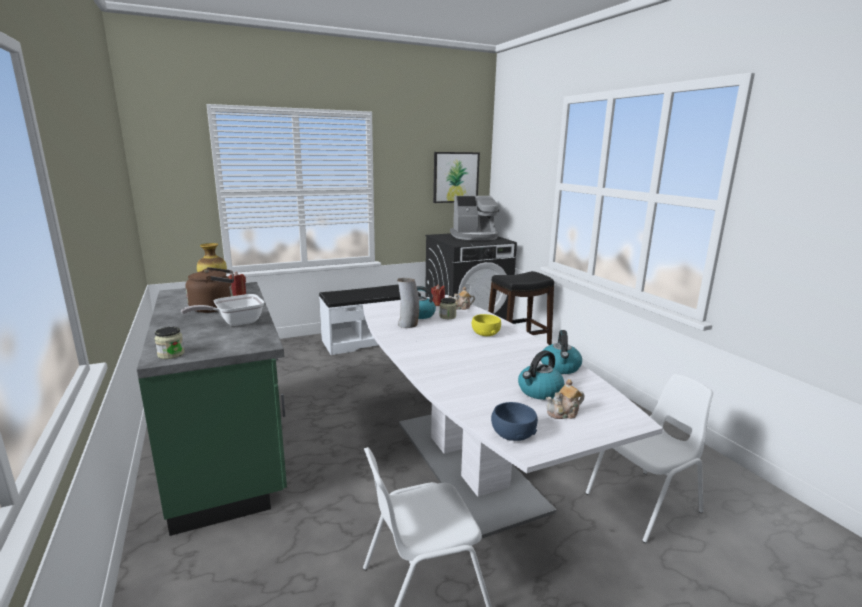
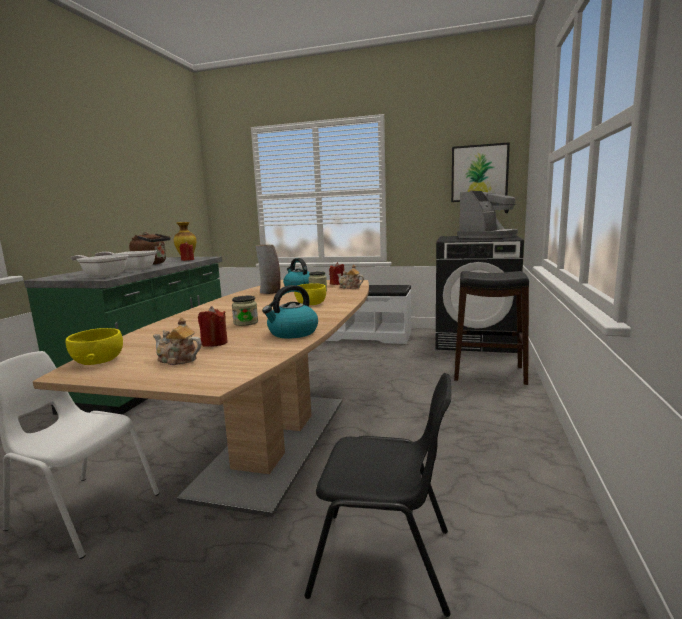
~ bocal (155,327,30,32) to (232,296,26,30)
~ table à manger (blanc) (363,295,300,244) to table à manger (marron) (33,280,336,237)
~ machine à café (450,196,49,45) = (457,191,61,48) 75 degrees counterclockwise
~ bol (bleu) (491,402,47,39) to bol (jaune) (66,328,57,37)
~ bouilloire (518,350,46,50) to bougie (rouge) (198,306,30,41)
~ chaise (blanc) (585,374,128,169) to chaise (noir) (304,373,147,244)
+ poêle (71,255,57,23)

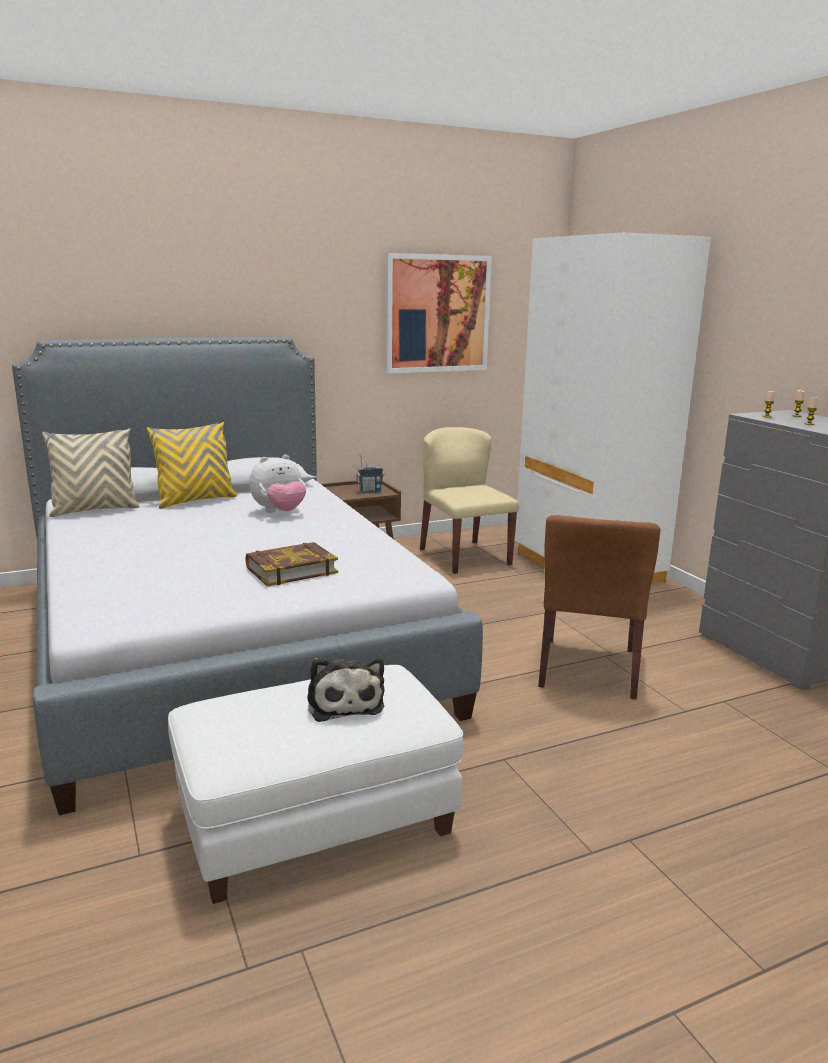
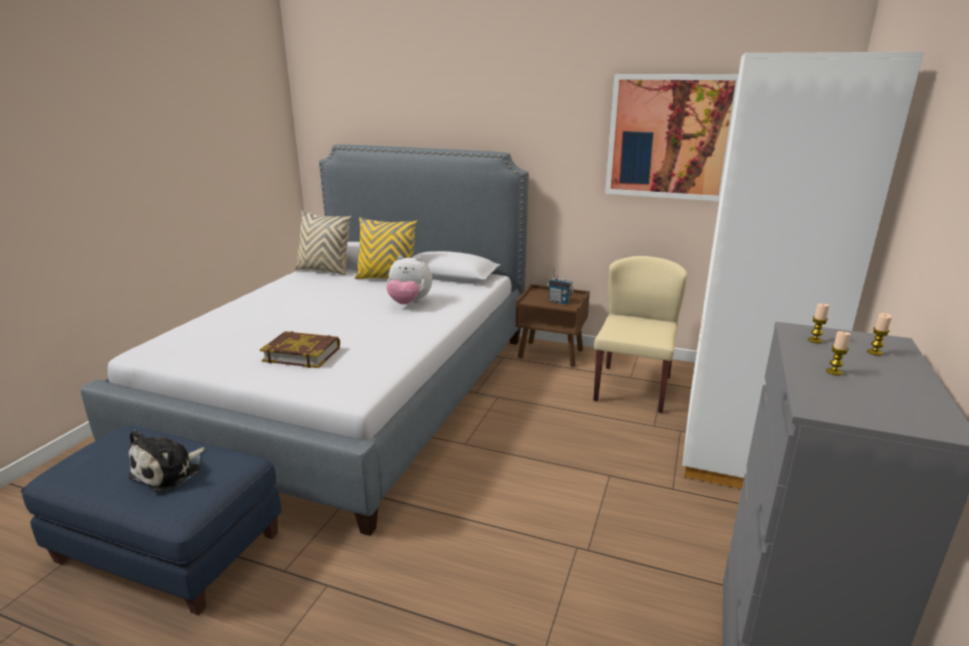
~ pouf (blanc) (168,665,295,239) to pouf (bleu) (21,426,261,189)
- chaise (marron) (538,515,122,185)

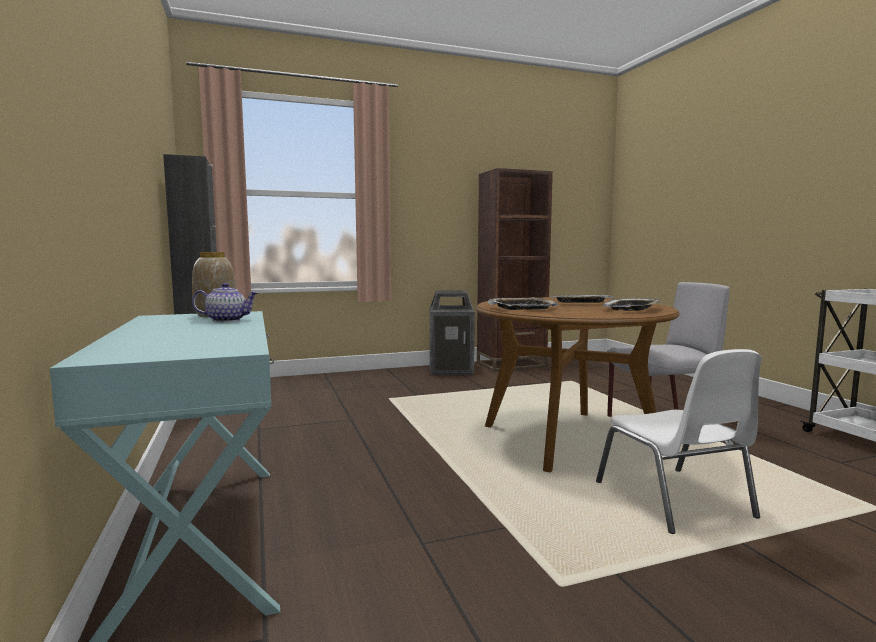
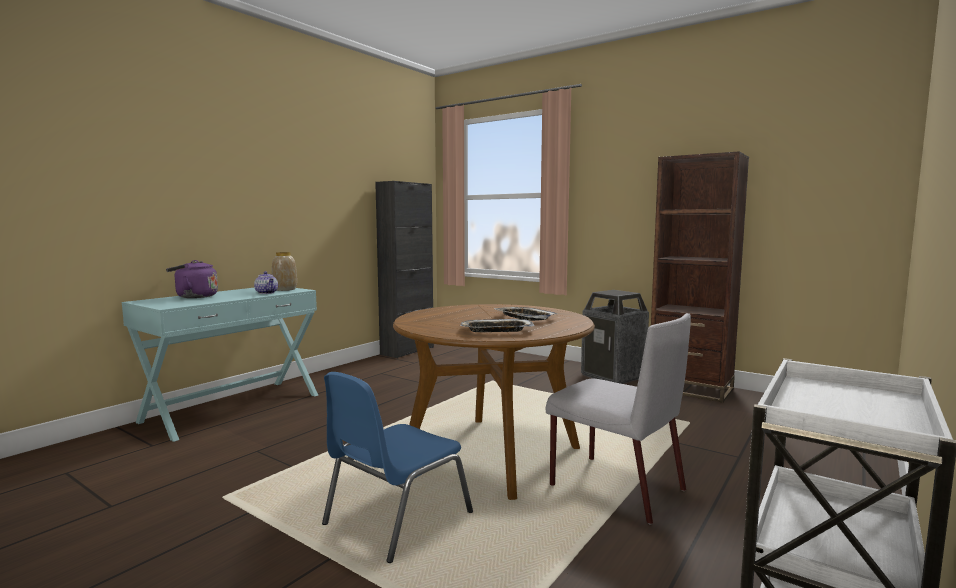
- plateau (488,298,70,12)
~ chaise (blanc) (596,349,166,185) to chaise (bleu) (322,372,151,191)
+ bouilloire (violet) (166,260,52,38)

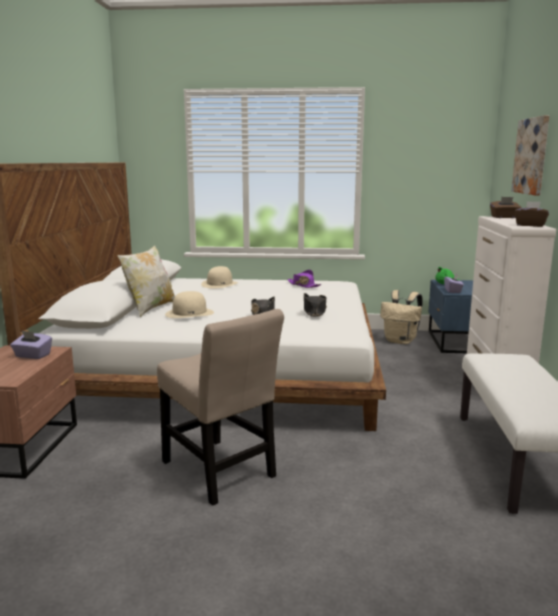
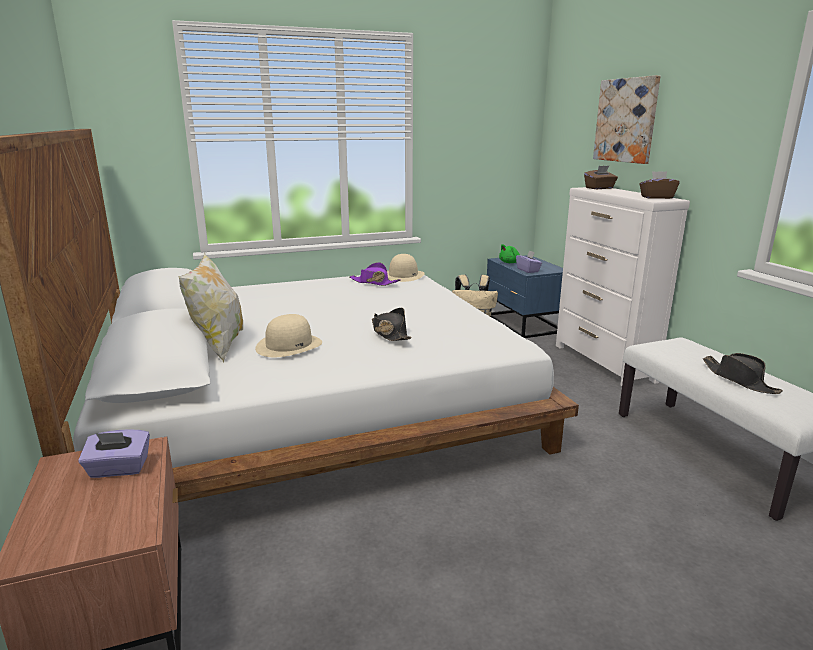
- chaise (beige) (157,309,127,197)
~ chapeau (beige) (201,266,37,23) to (387,254,38,28)
~ chapeau (noir) (304,293,23,24) to (703,353,80,41)

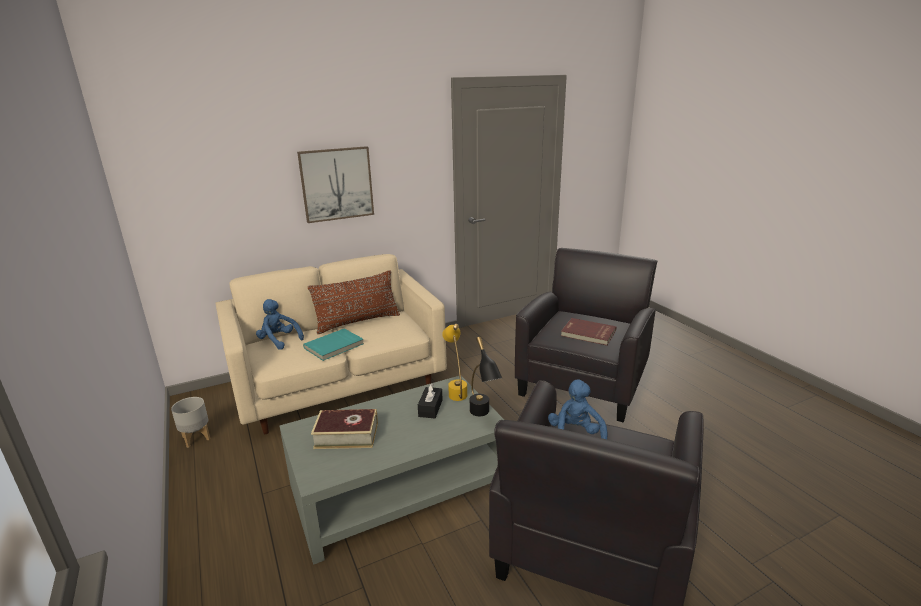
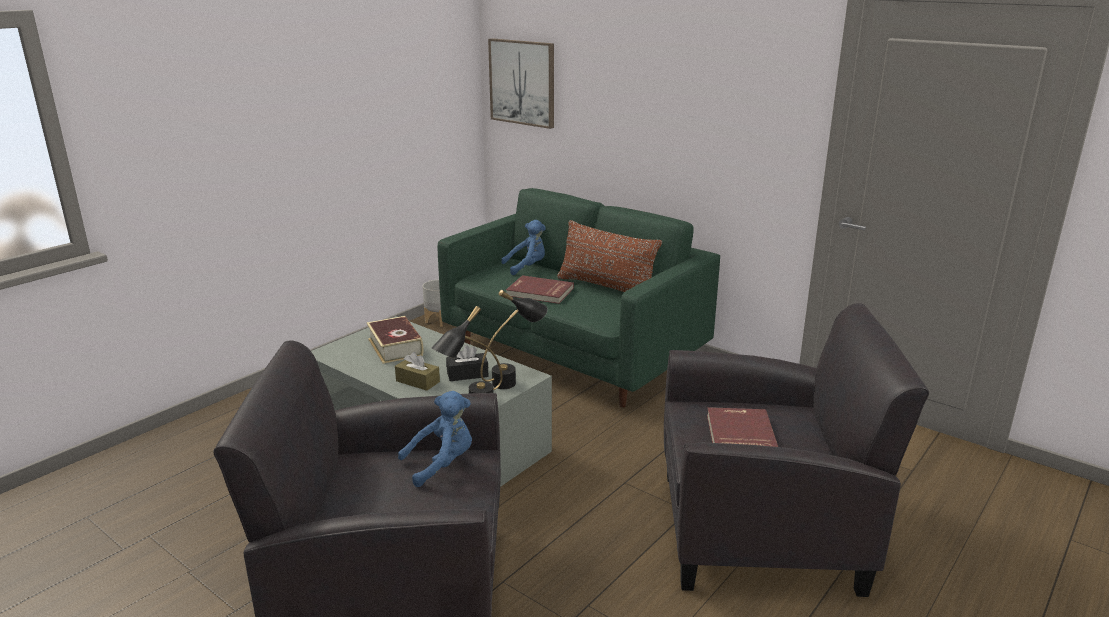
~ canapé (beige) (216,254,231,180) to canapé (vert) (438,188,282,219)
~ peluche (bleu) (256,299,48,51) = (501,220,45,55) 60 degrees clockwise
~ tableau (297,146,77,77) to (488,38,66,91)
~ livre (turquoise) (303,329,61,32) to livre (rouge) (506,275,68,29)
~ lampe de table (jaune) (442,324,25,77) to lampe de table (noir) (480,290,68,99)
+ boîte à mouchoirs (marron) (395,352,45,39)

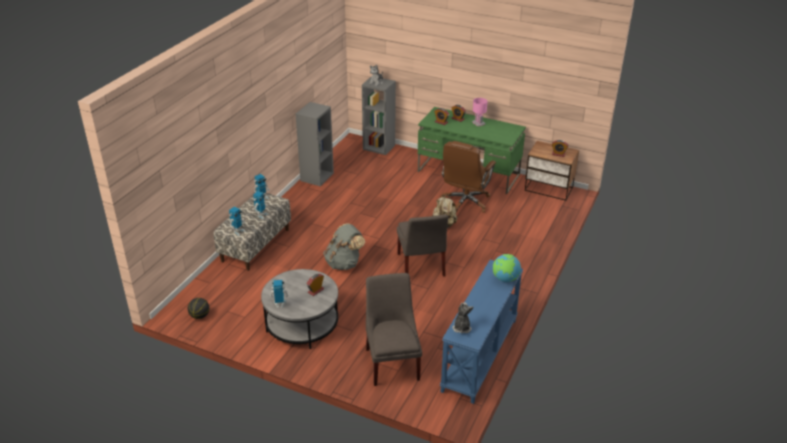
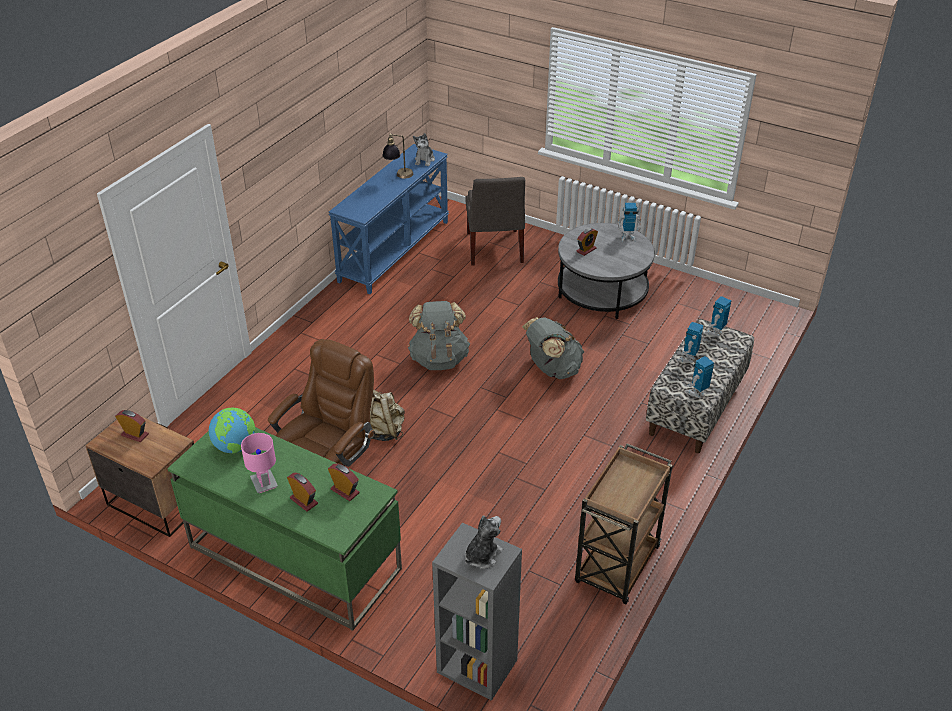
- ballon de basket (188,298,21,21)
~ bibliothèque (gris) (296,102,38,84) to chariot (marron) (575,443,98,161)
~ chaise (gris) (397,214,51,63) to sac à dos (gris) (408,301,62,69)
~ globe (493,254,28,28) to (209,407,46,47)
+ lampe de table (382,133,31,45)

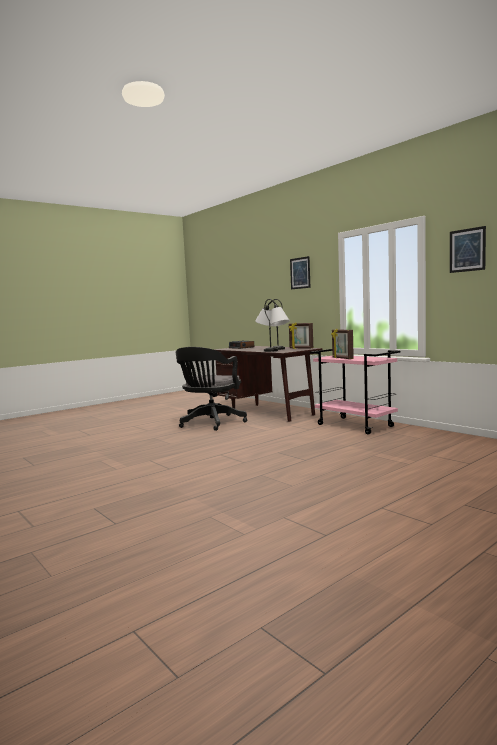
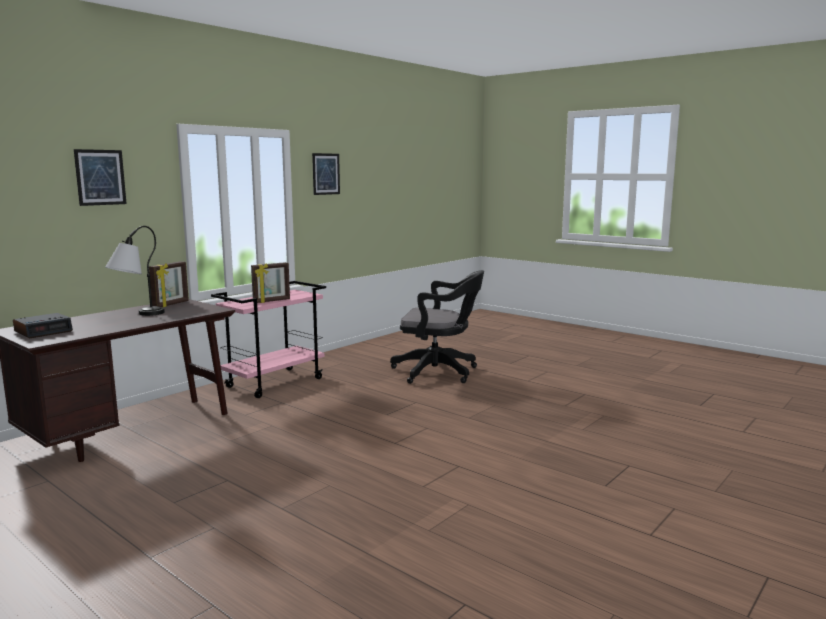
~ chaise de bureau (noir) (176,347,71,84) to (390,270,94,114)
- lampe de table (264,299,26,53)

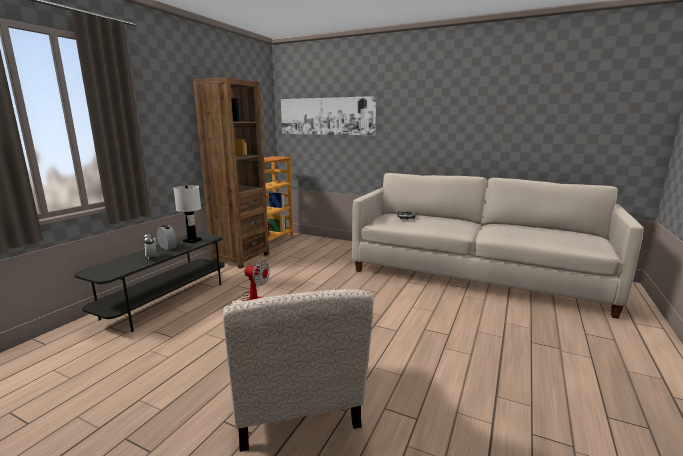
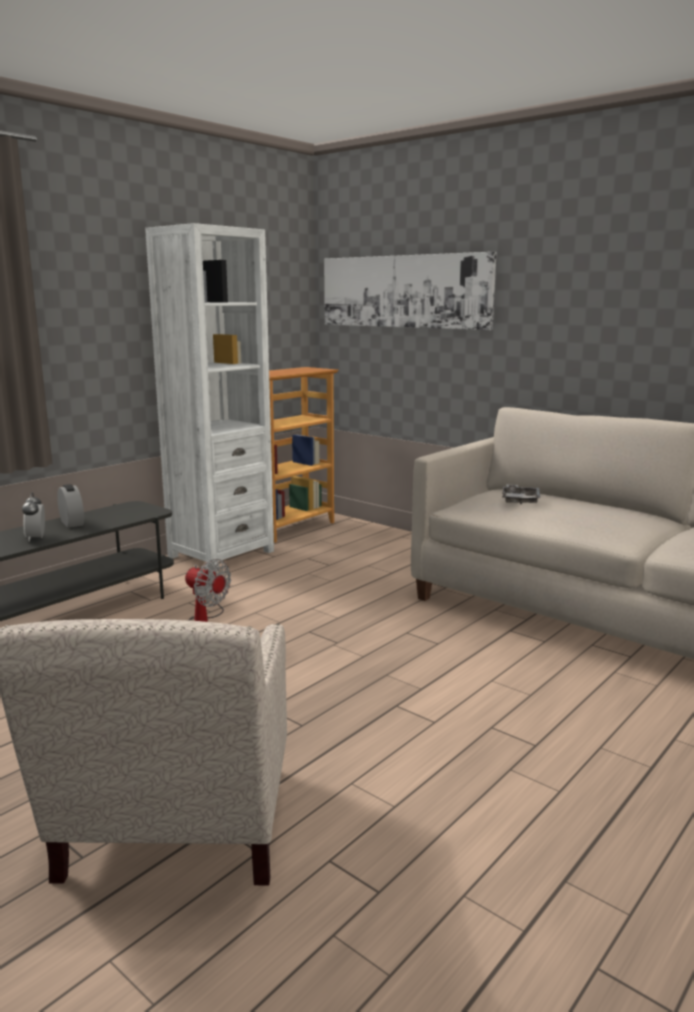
- lampe de table (blanc) (174,185,27,58)
~ bibliothèque (marron) (193,77,76,192) to bibliothèque (blanc) (145,223,129,349)

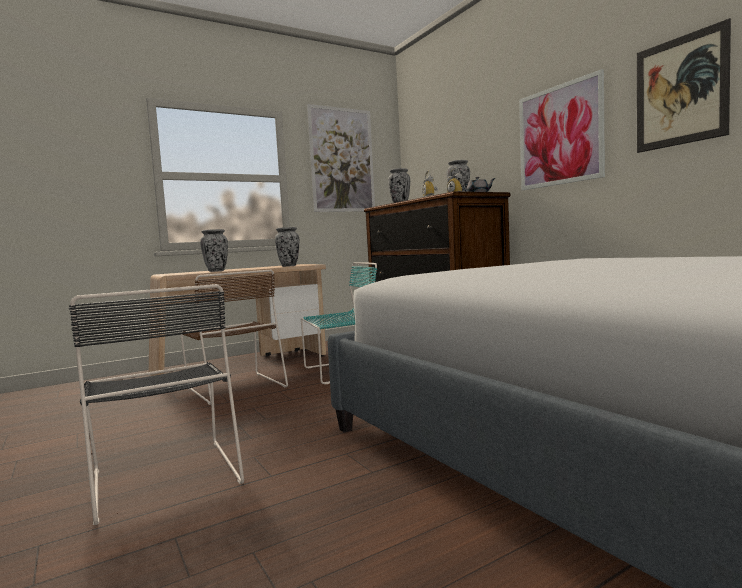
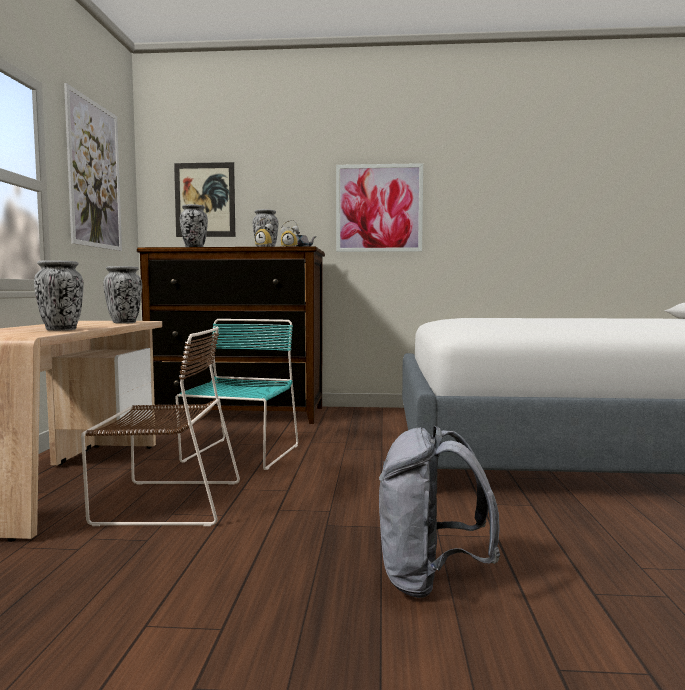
~ chaise (noir) (69,284,175,241) to sac à dos (gris) (379,426,121,172)
~ tableau (637,18,94,135) to (174,162,61,75)

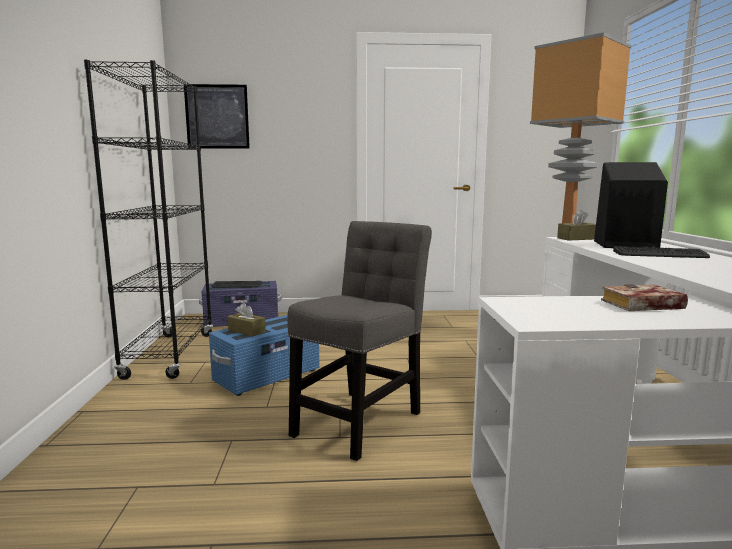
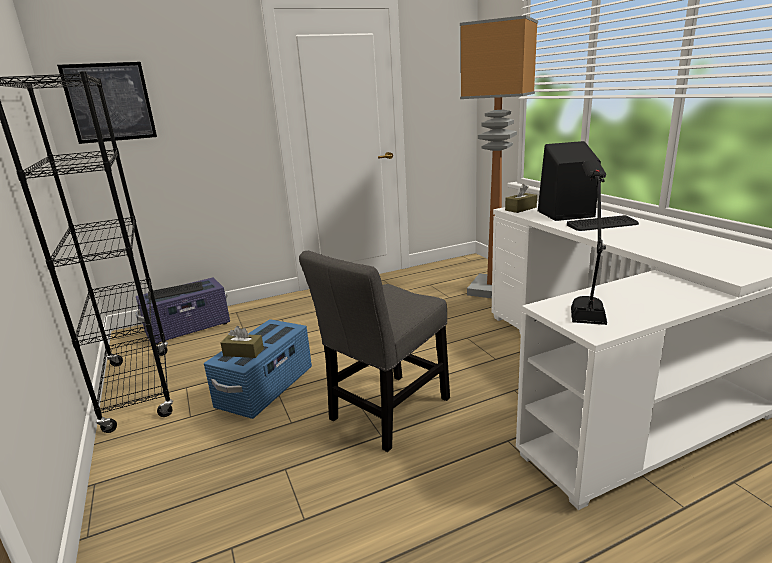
~ chaise (gris) (287,221,145,240) = (299,251,151,201) 150 degrees counterclockwise
- livre (601,284,87,27)
+ lampe de table (noir) (571,160,36,165)

